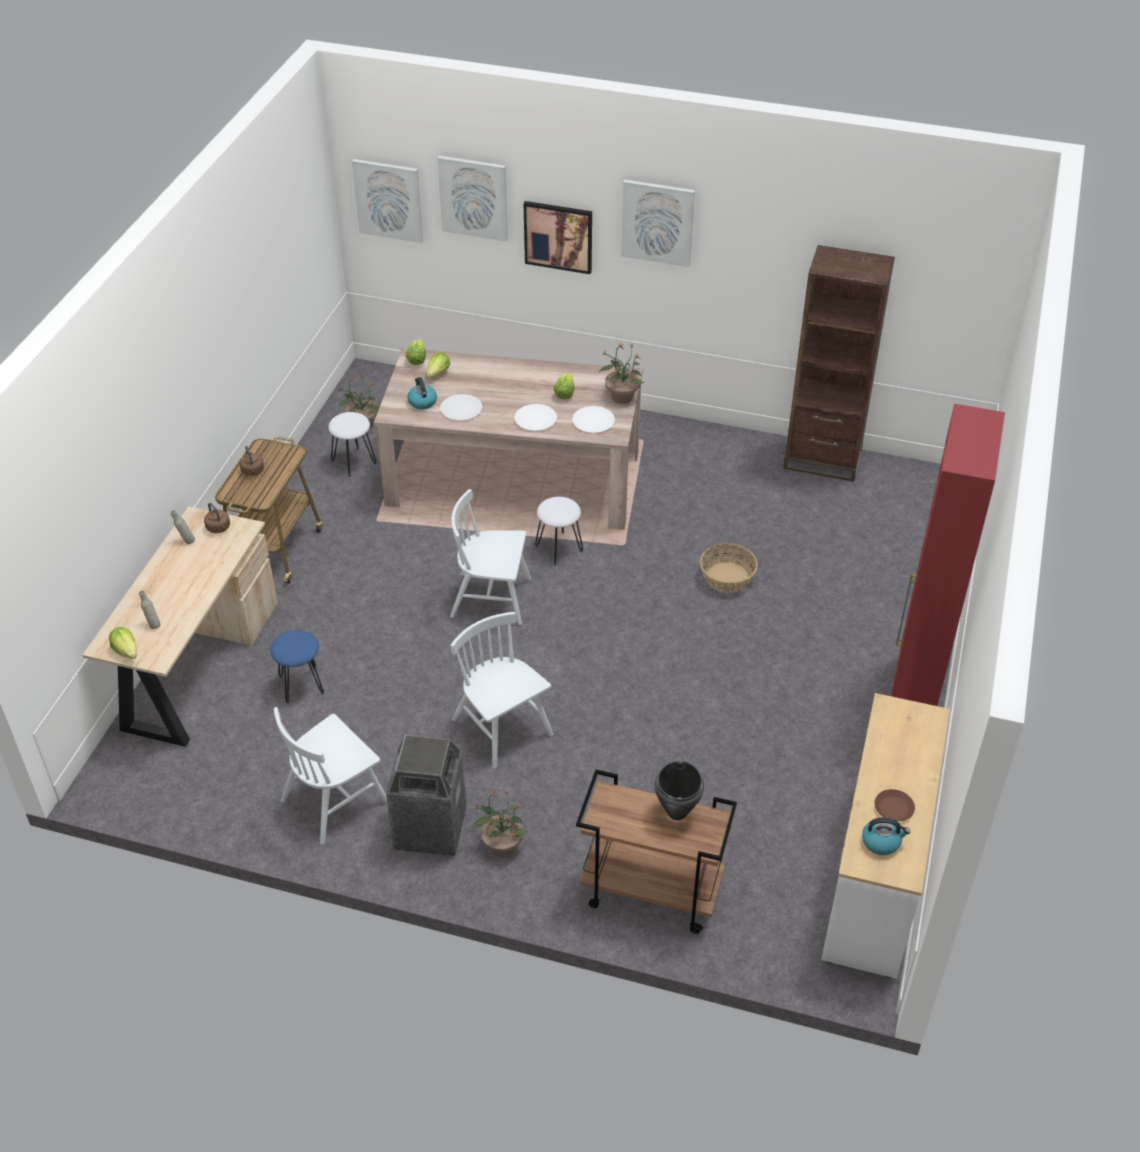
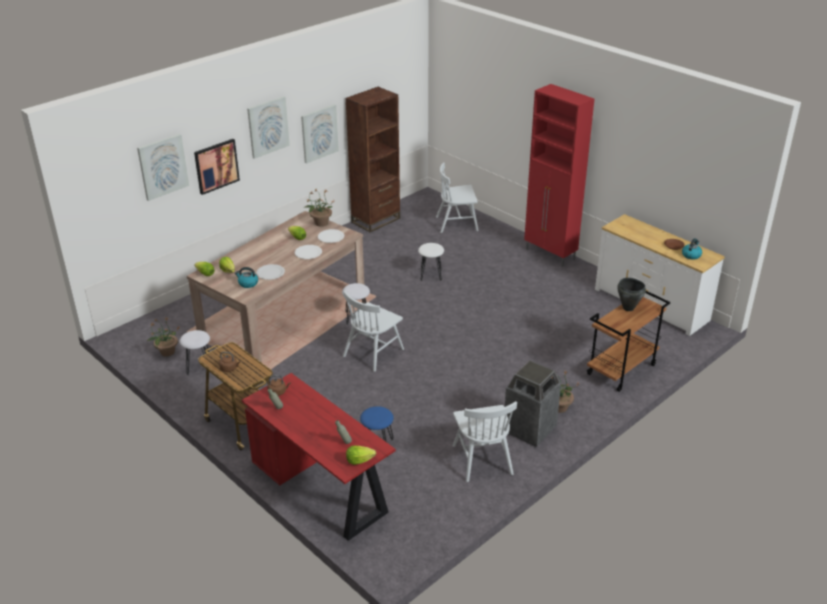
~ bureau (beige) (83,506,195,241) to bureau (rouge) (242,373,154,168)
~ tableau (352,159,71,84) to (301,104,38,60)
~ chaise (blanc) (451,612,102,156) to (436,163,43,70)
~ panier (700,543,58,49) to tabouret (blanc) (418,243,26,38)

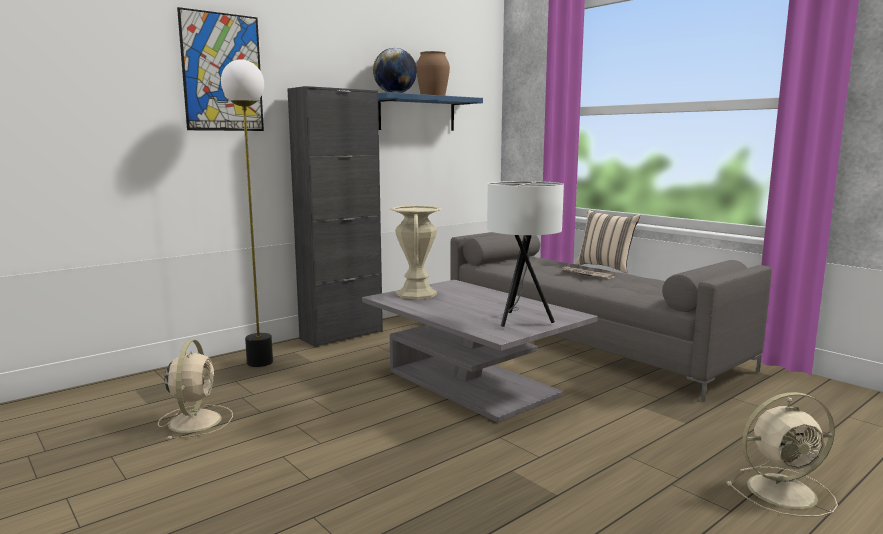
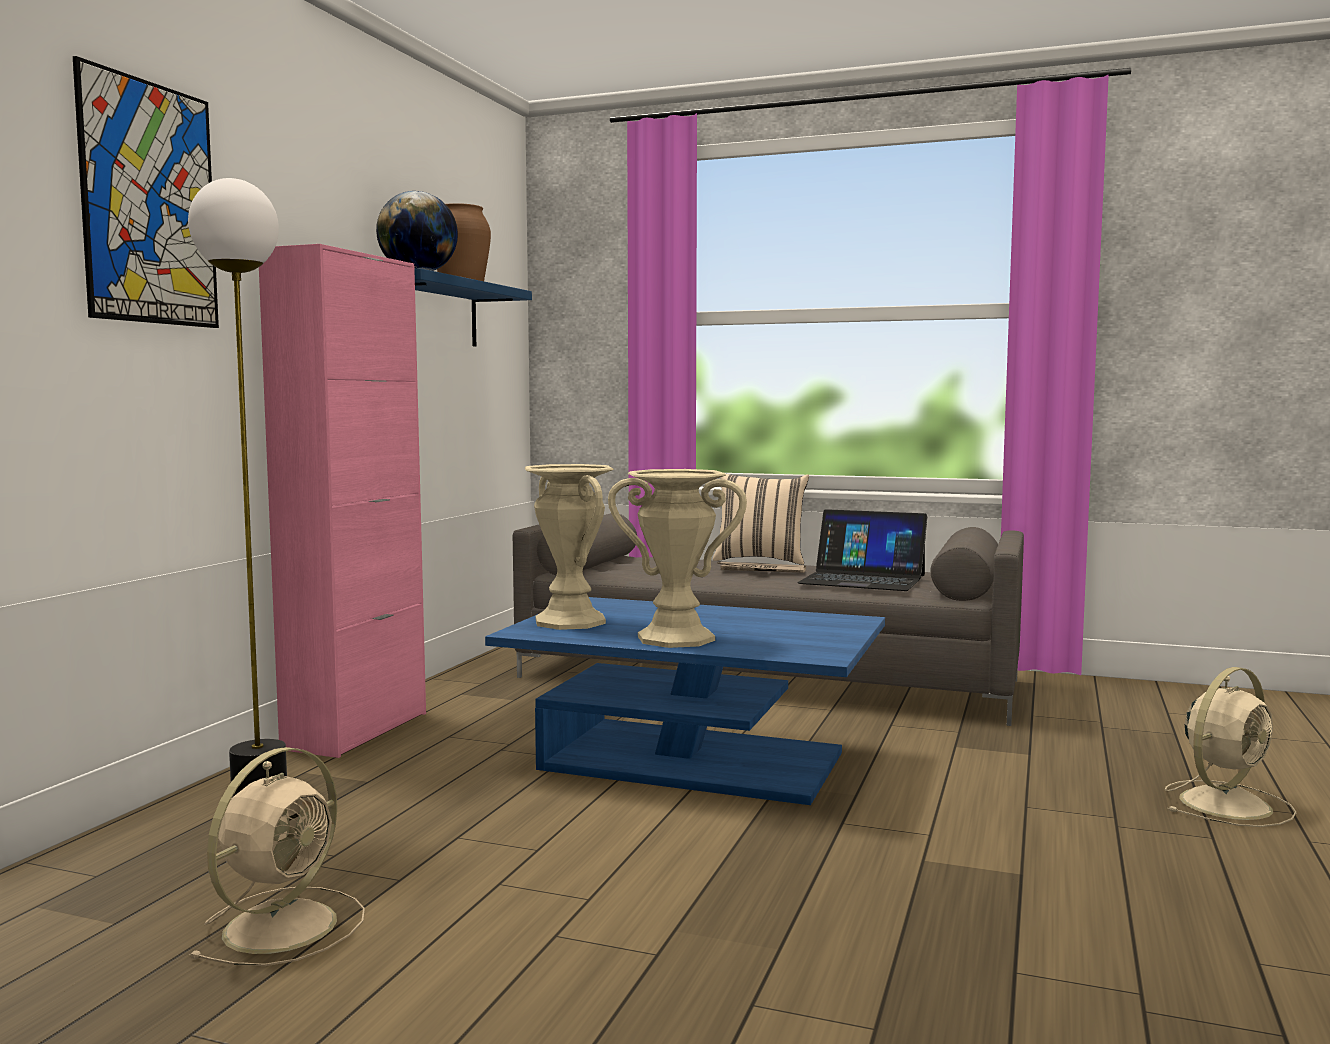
~ ventilateur (beige) (158,340,75,100) = (189,747,176,219) 60 degrees clockwise
~ meuble de rangement (noir) (287,86,96,262) to meuble de rangement (rose) (259,244,167,514)
~ table basse (gris) (362,280,236,143) to table basse (bleu) (485,597,400,208)
- lampe de table (blanc) (487,181,77,146)
+ vase (beige) (608,469,139,179)
+ ordinateur portable (797,509,130,82)

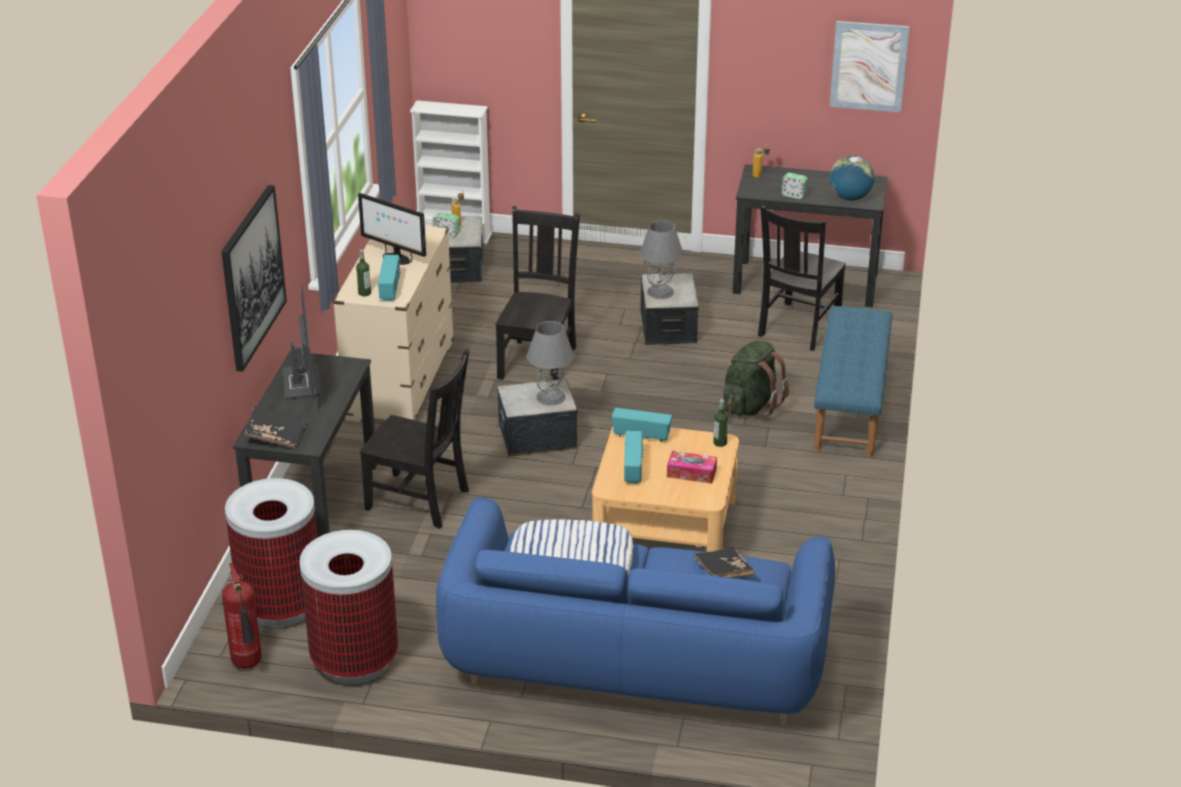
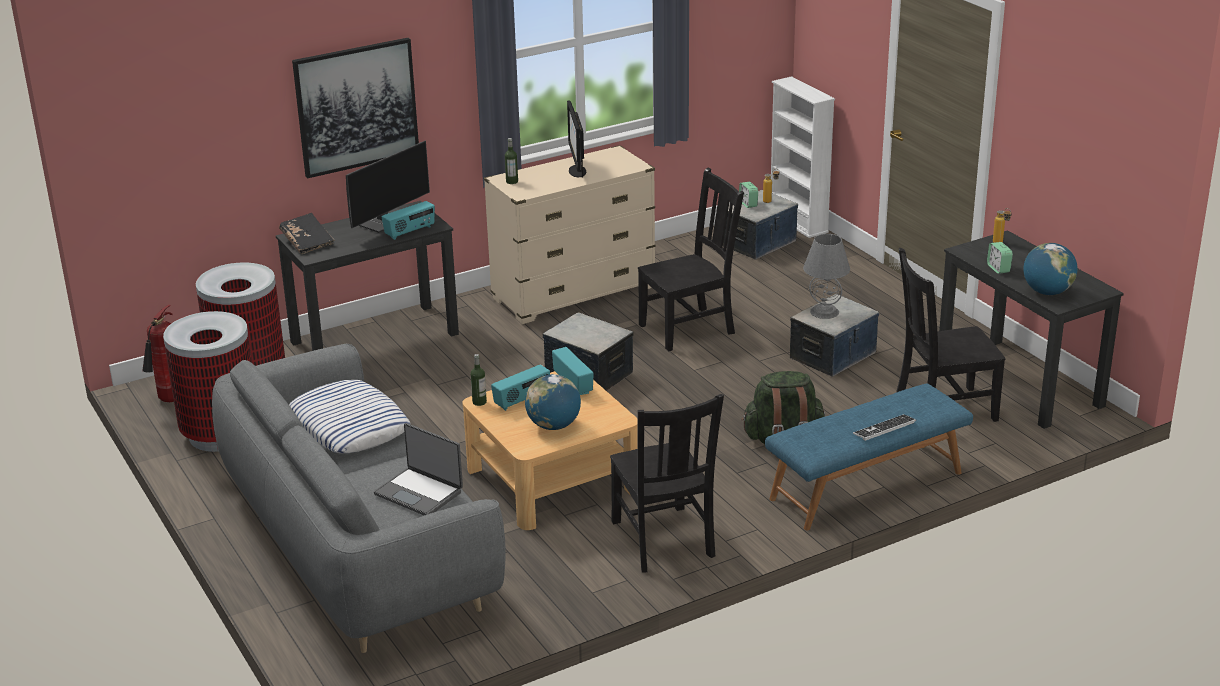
~ chaise (noir) (360,349,110,180) to (610,394,114,178)
~ radio (378,255,23,46) to (381,201,54,39)
~ canapé (bleu) (436,497,399,229) to canapé (gris) (212,344,294,309)
- lampe de table (gris) (527,321,47,85)
~ boîte à mouchoirs (667,451,50,33) to globe (525,374,56,56)
~ livre (noir) (694,548,61,30) to ordinateur portable (374,423,89,92)
~ bouteille (713,399,15,48) to (471,354,16,52)
- tableau (830,21,80,91)
+ clavier (853,414,63,27)

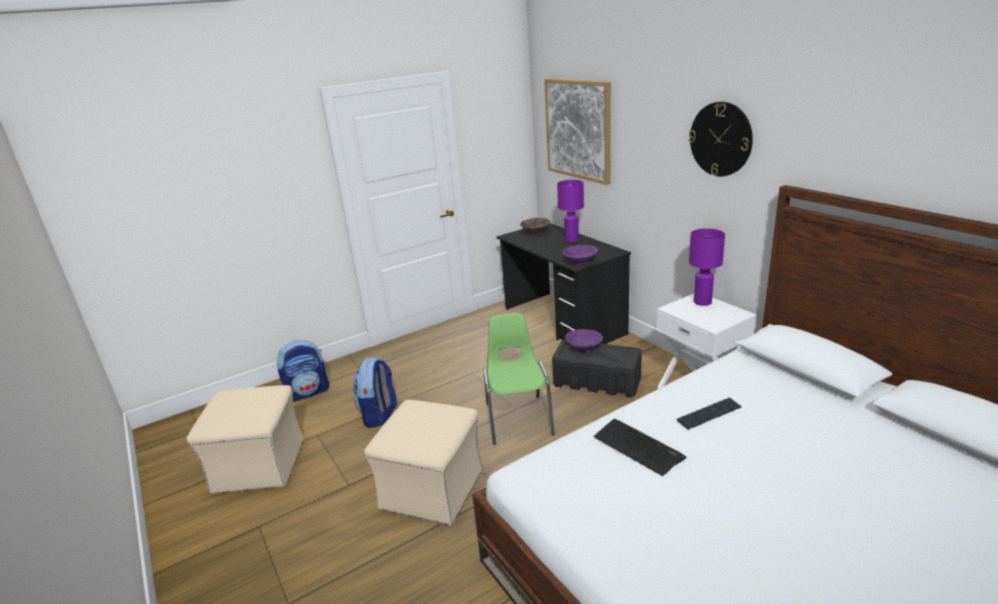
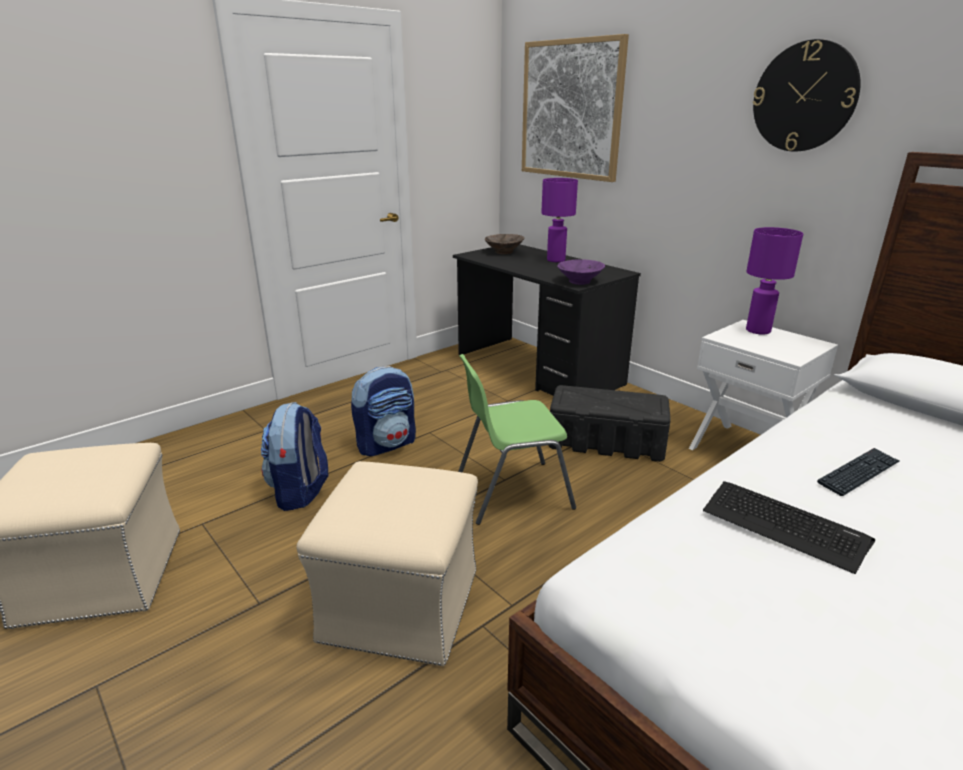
~ sac à dos (277,340,52,62) to (351,366,65,90)
~ chaise (vert) (483,313,72,132) = (458,354,118,171) 90 degrees counterclockwise
- bol (violet) (565,329,38,24)

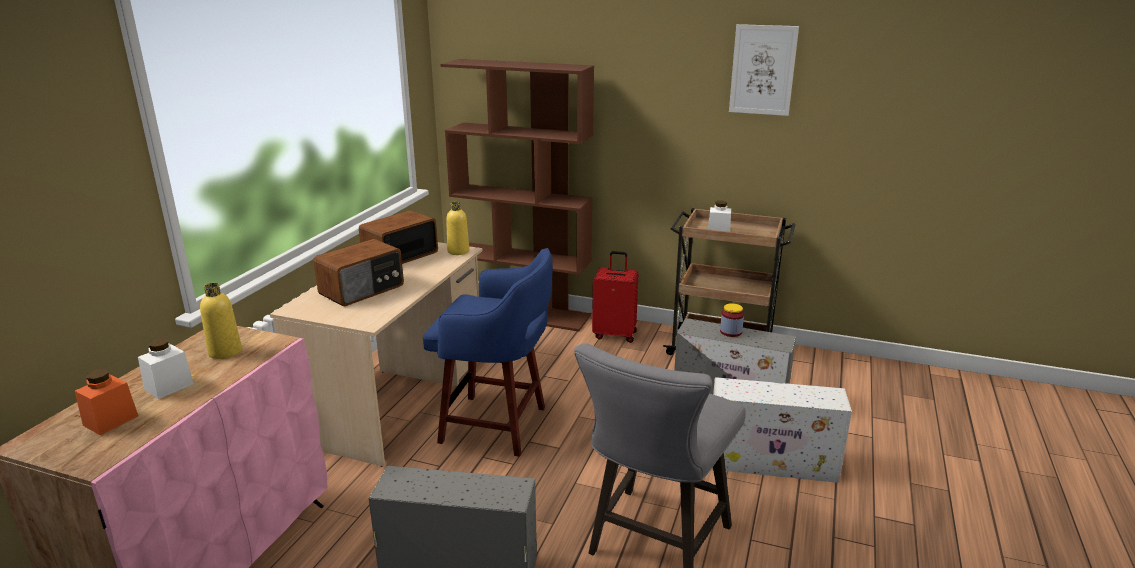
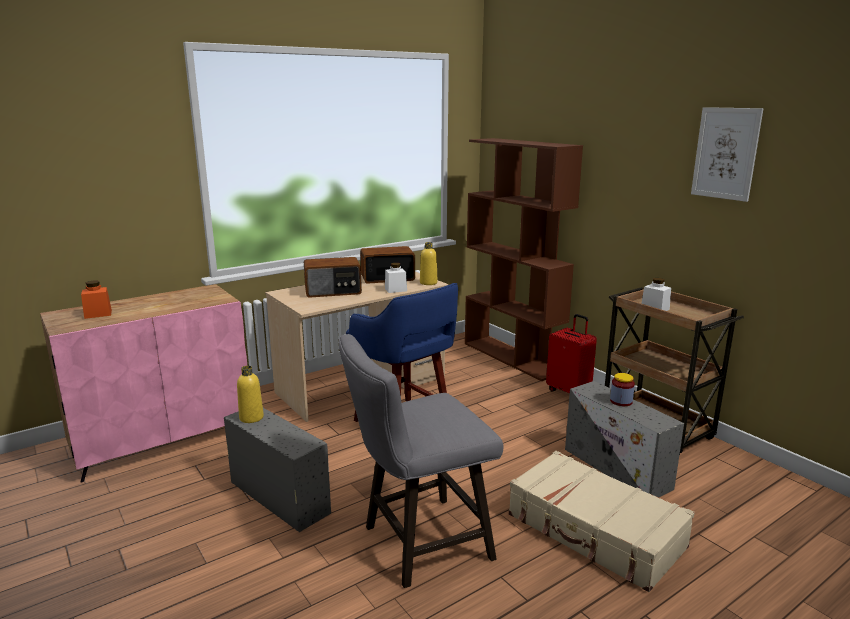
~ bocal (blanc) (138,338,56,61) to (385,263,22,30)
~ bouteille (jaune) (200,283,42,76) to (237,366,27,57)
~ boîte de rangement (blanc) (711,377,141,106) to valise (beige) (509,451,186,141)

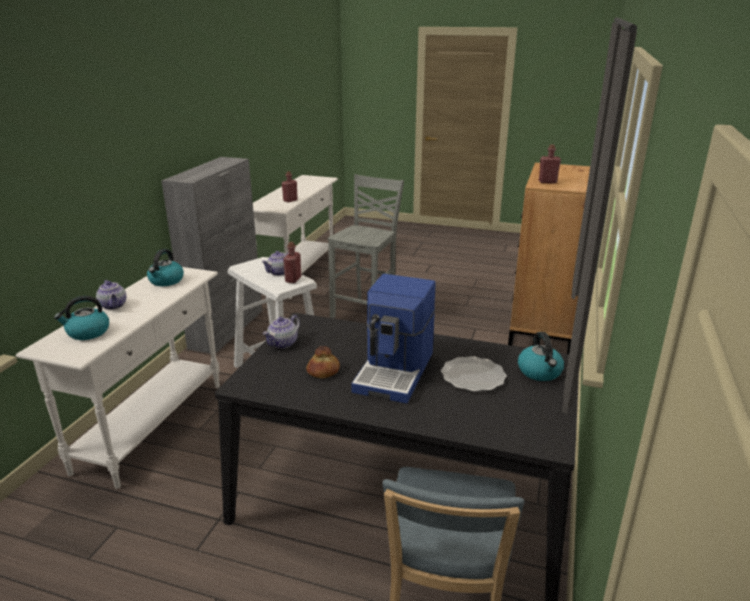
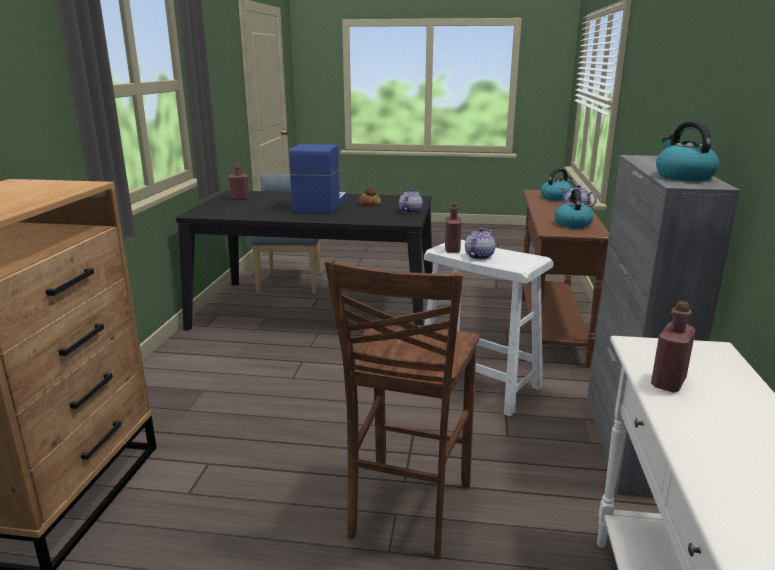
~ table console (blanc) (16,267,204,222) to table console (marron) (522,190,87,178)
~ tabouret (gris) (328,174,76,145) to tabouret (marron) (325,260,154,300)
- assiette (441,356,66,36)
~ bouilloire (518,332,46,49) to (656,121,63,60)
~ bouteille (rouge) (539,144,22,40) to (228,163,21,37)

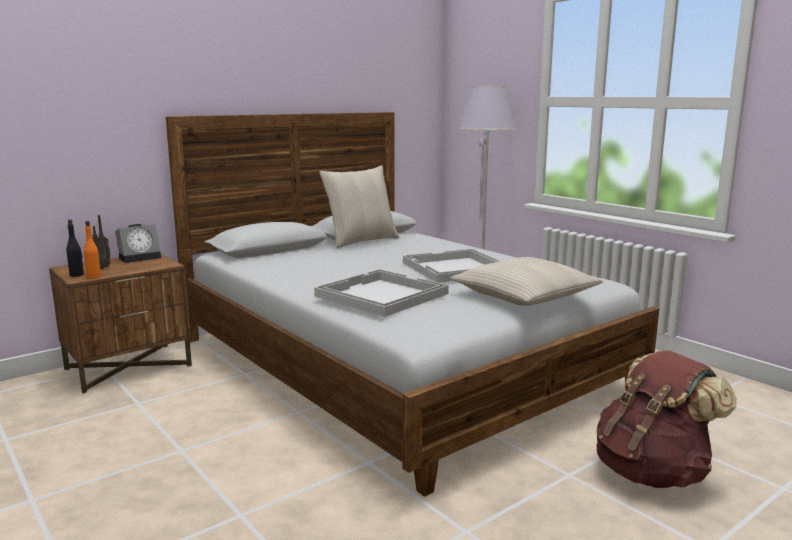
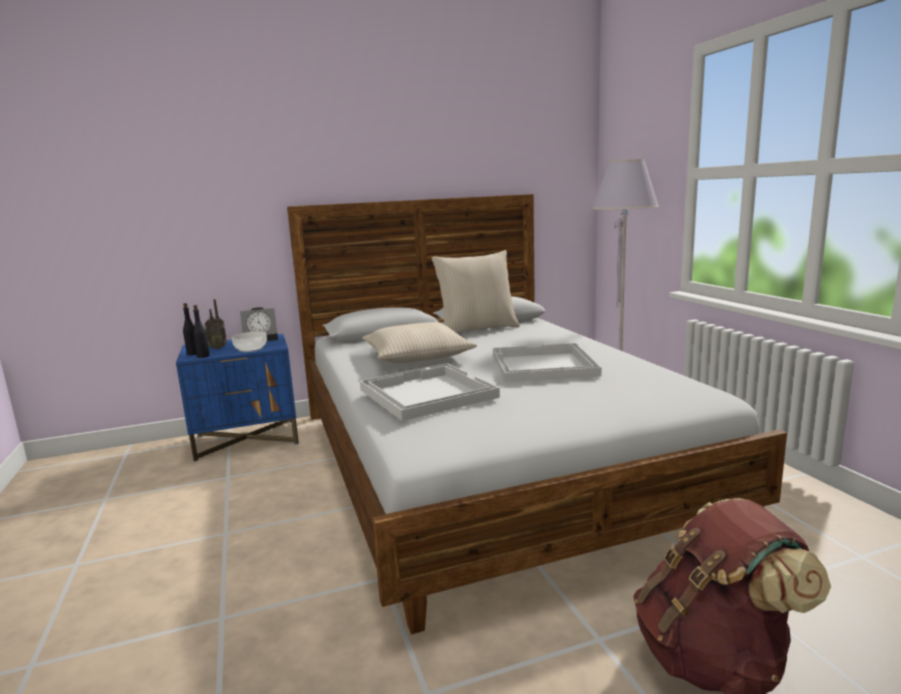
~ table de chevet (marron) (49,254,143,140) to table de chevet (bleu) (176,334,123,128)
~ bouteille (orange) (84,221,17,58) to bouteille (noir) (193,305,17,53)
~ coussin (beige) (451,257,152,49) to (362,322,115,41)
+ bol (232,332,35,20)

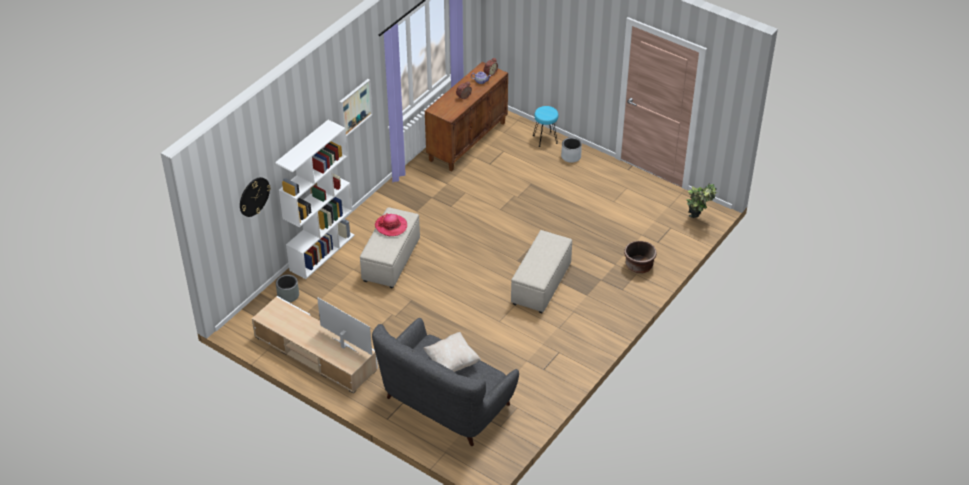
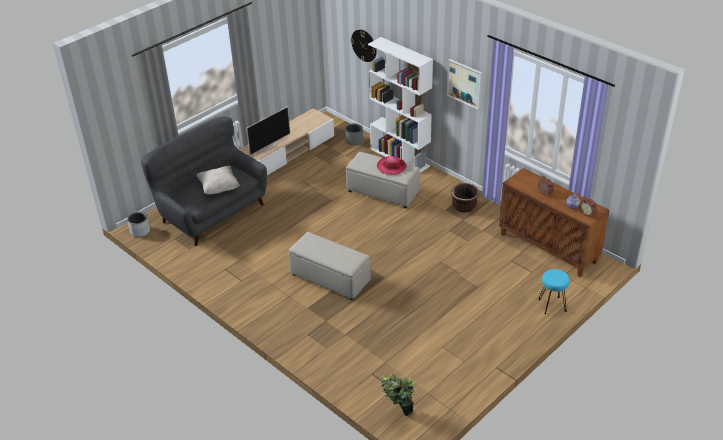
~ cache-pot (gris) (561,137,21,26) to (127,212,23,25)
~ cache-pot (marron) (624,241,33,33) to (451,183,28,29)

